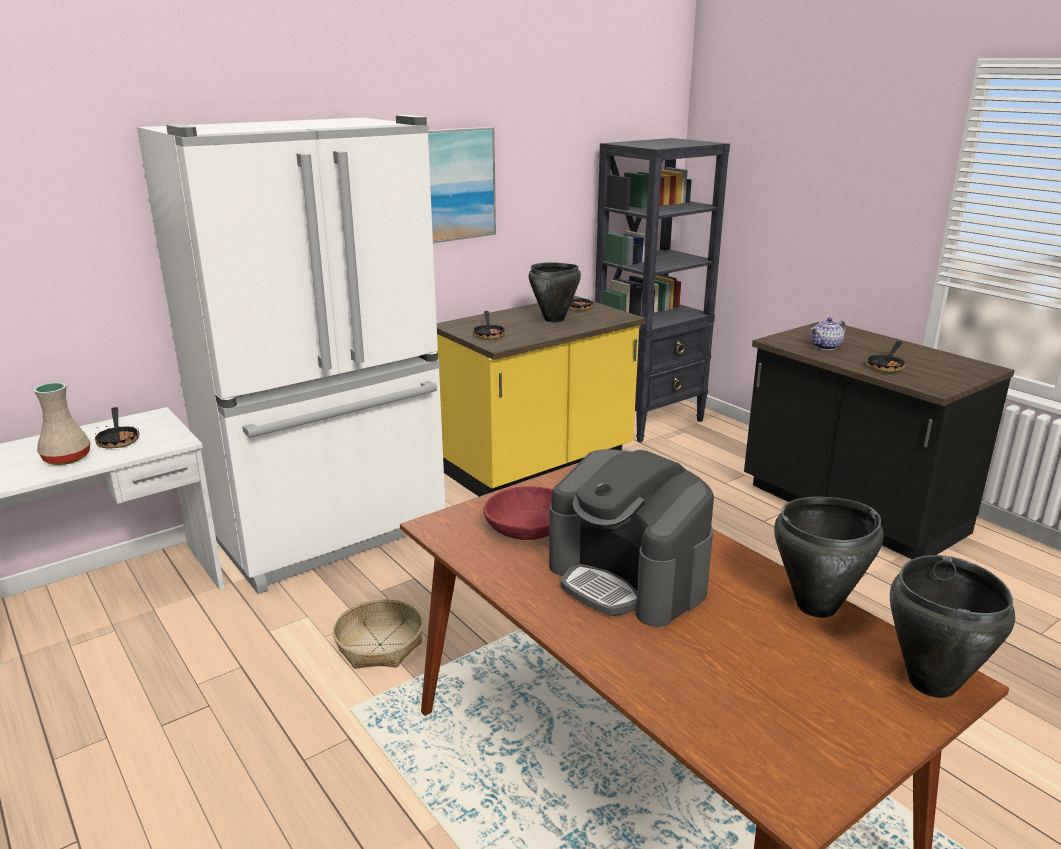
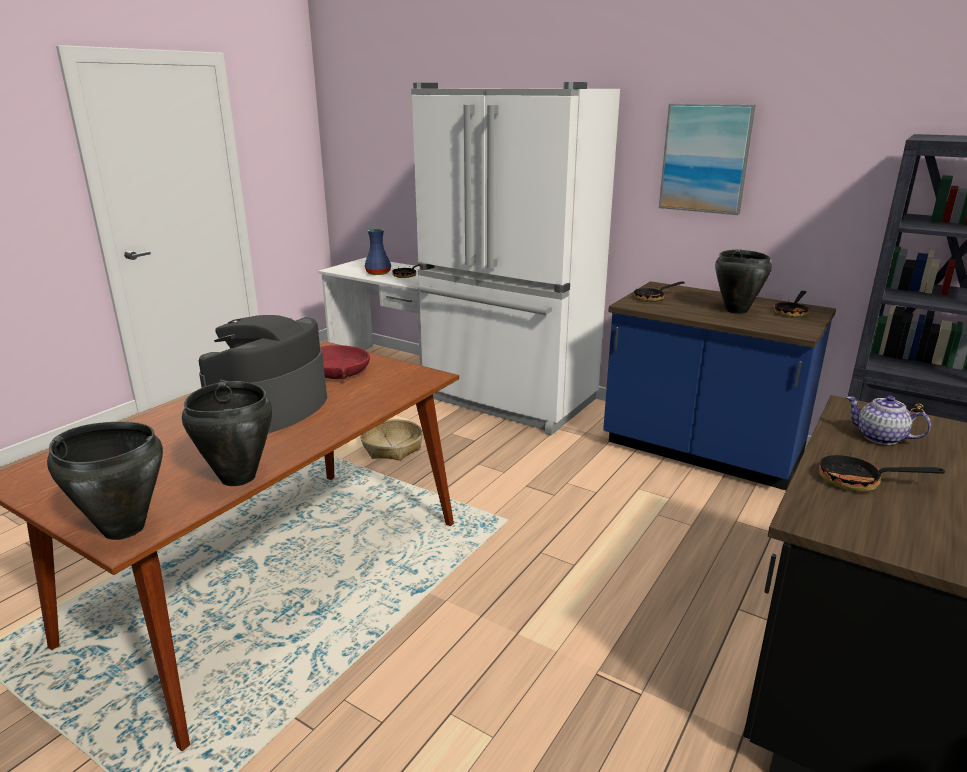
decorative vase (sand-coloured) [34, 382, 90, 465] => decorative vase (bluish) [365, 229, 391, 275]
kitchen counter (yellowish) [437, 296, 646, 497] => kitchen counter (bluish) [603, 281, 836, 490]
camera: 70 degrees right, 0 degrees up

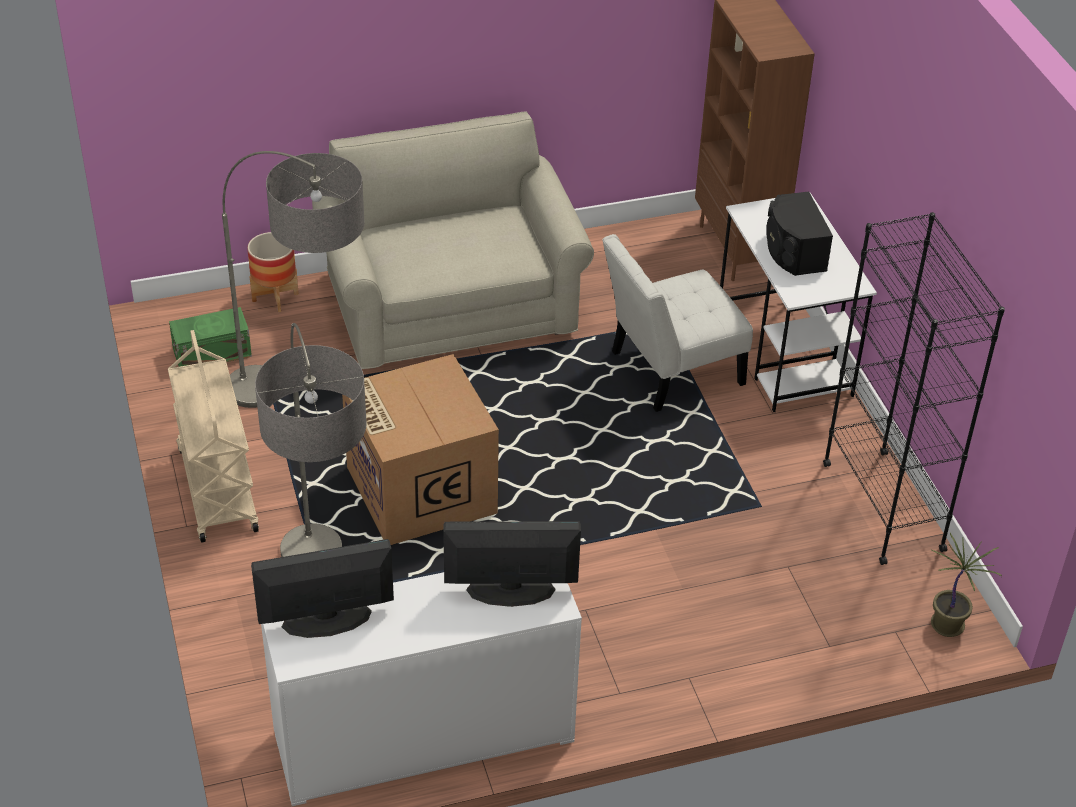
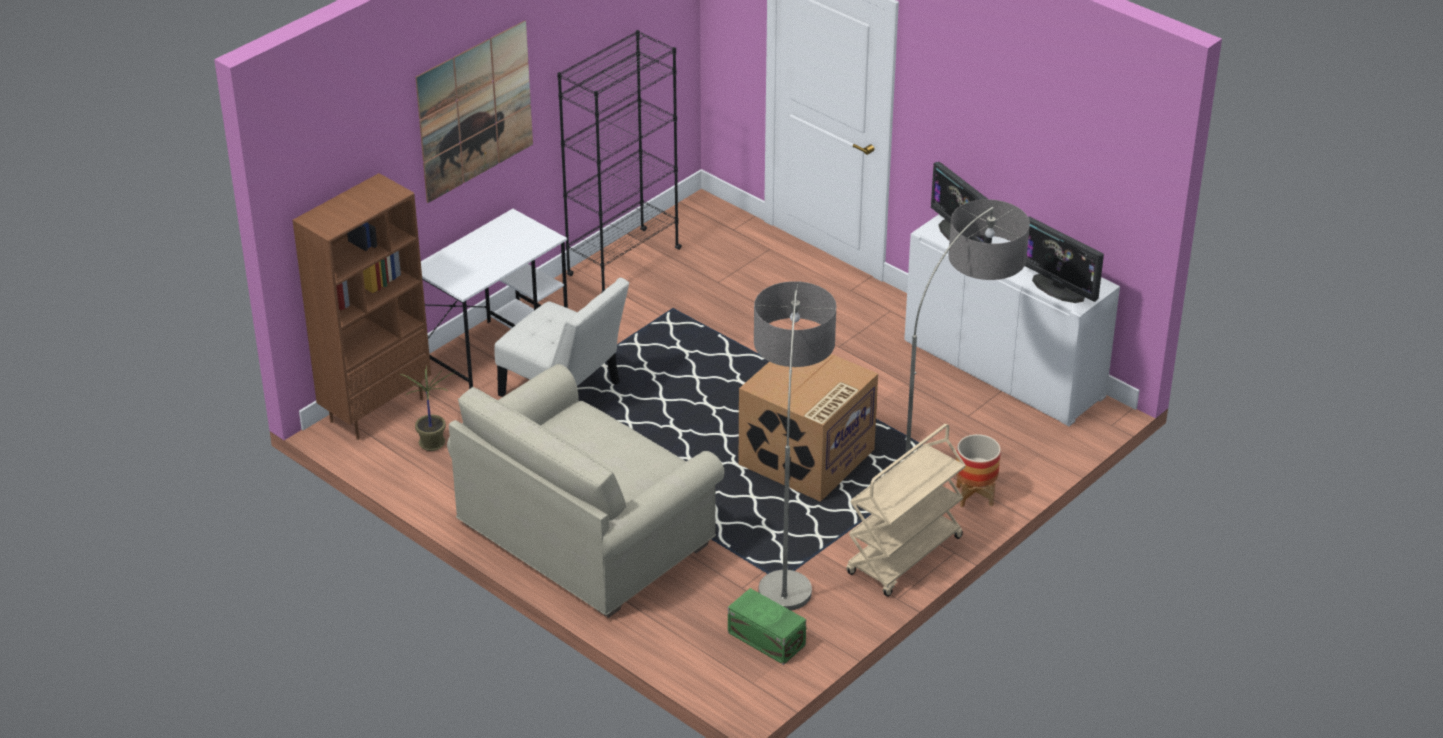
potted plant [931, 533, 1002, 637] => potted plant [399, 366, 455, 451], moved
nothing => wall picture [415, 20, 533, 203]
planter [247, 232, 299, 312] => planter [956, 434, 1001, 507], moved
speaker (blackish) [766, 192, 833, 276] => nothing
camera: 120 degrees left, 5 degrees down

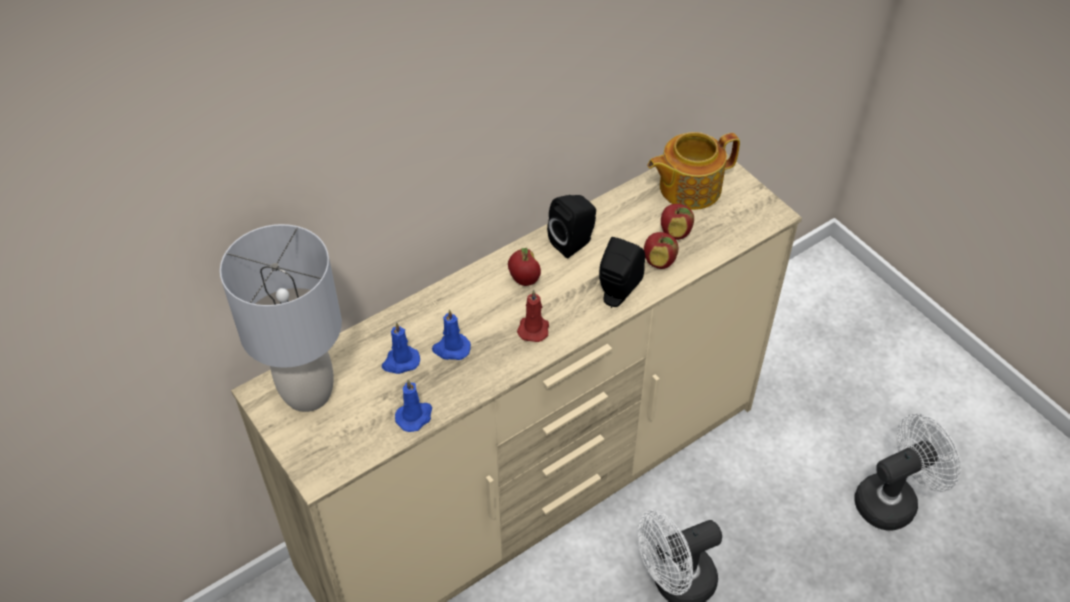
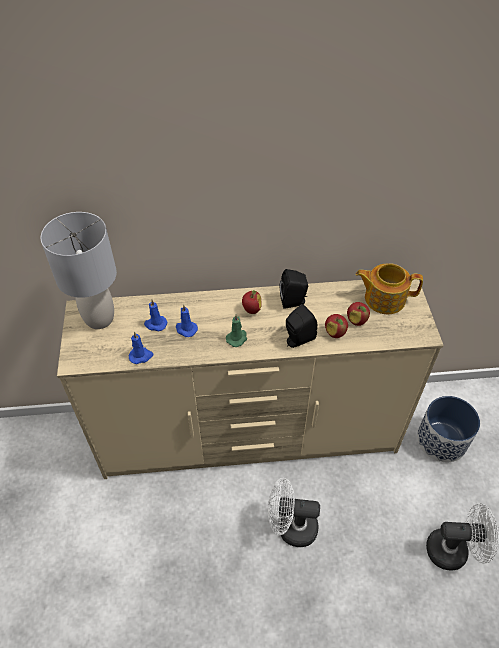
candle (red-coloured) [517, 290, 549, 342] => candle (green) [226, 314, 247, 347]
nothing => planter [417, 396, 480, 462]
camera: 30 degrees right, 0 degrees up

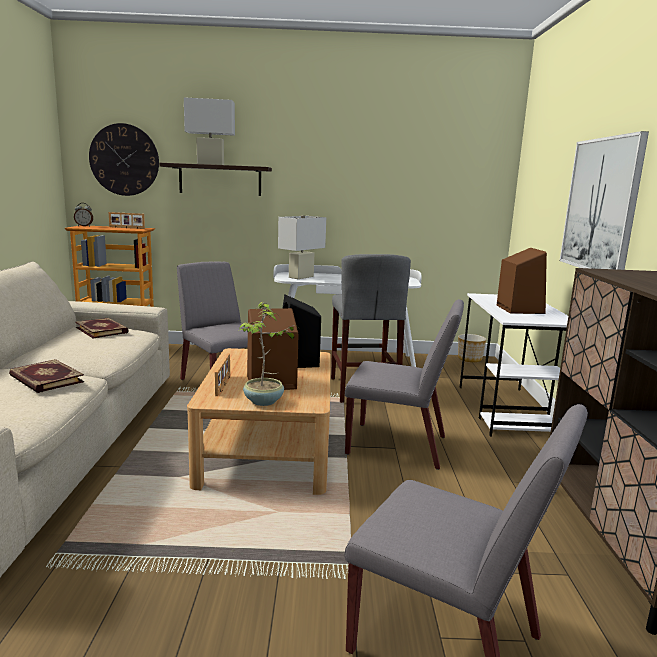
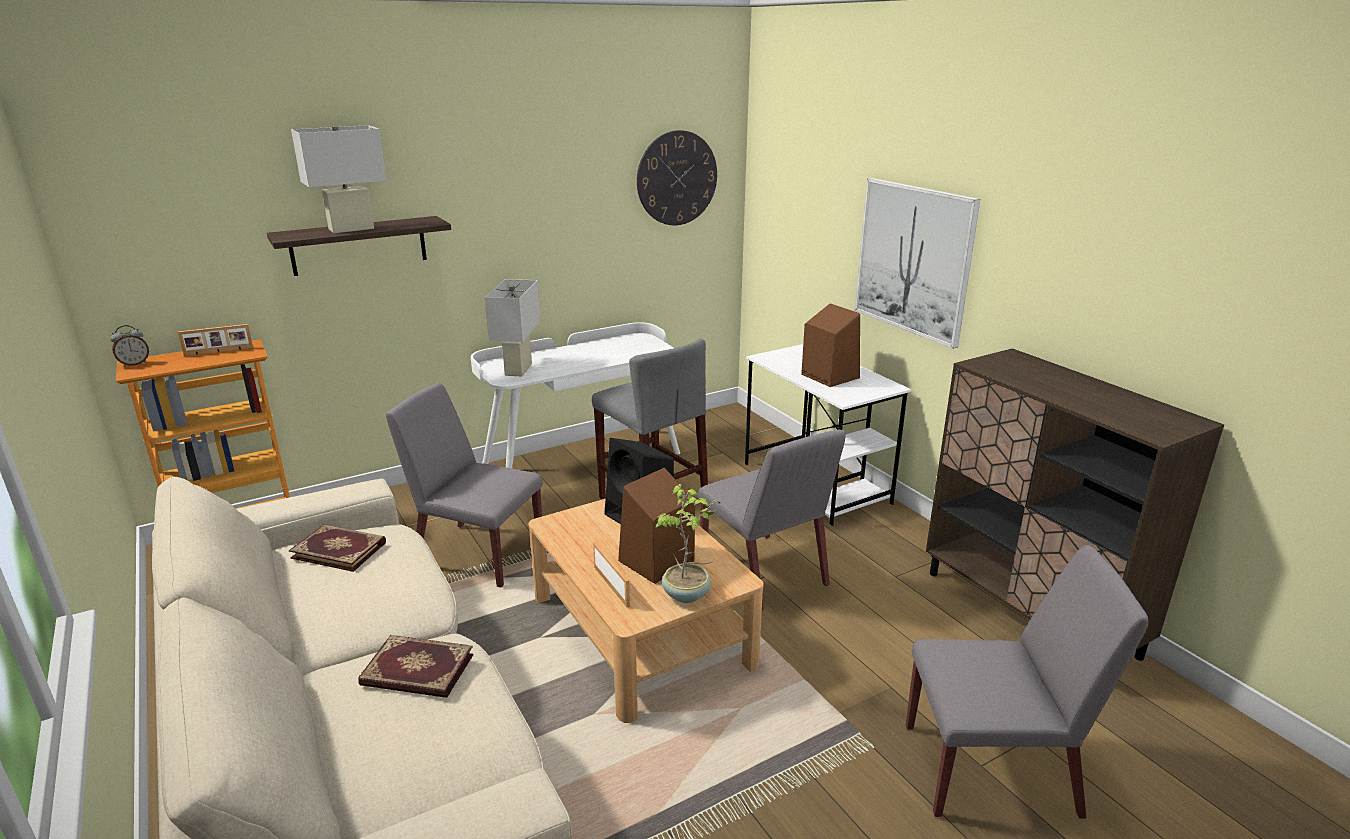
wall clock [89, 123, 159, 196] => wall clock [637, 130, 717, 225], moved
upright chair (grey) [345, 299, 464, 470] => upright chair (grey) [698, 430, 846, 611], 75 degrees clockwise
planter [458, 334, 486, 362] => nothing
camera: 30 degrees left, 10 degrees up

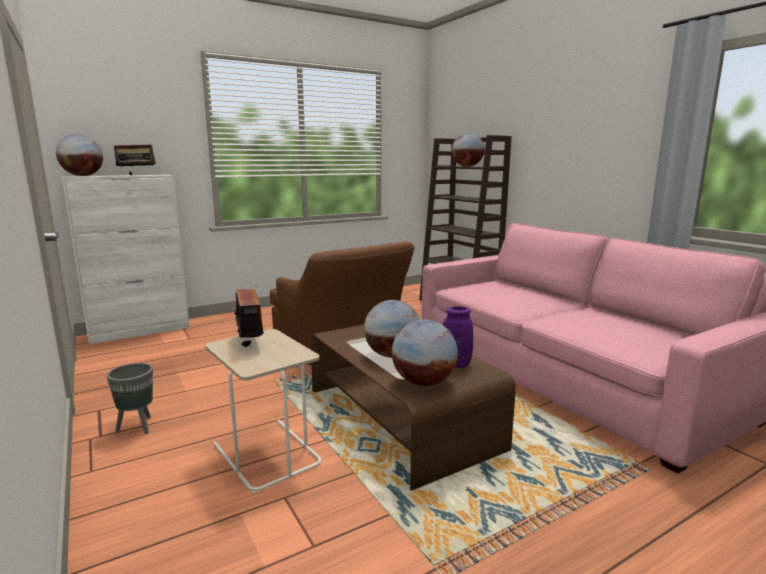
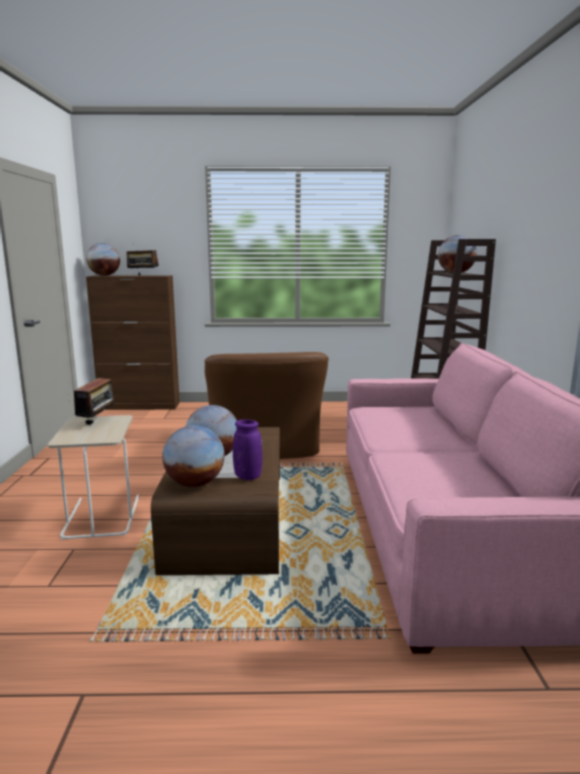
cabinet (whitish) [62, 175, 190, 344] => cabinet (brown-coloured) [86, 275, 180, 410]
planter (grey) [107, 363, 153, 434] => nothing
camera: 30 degrees right, 0 degrees up

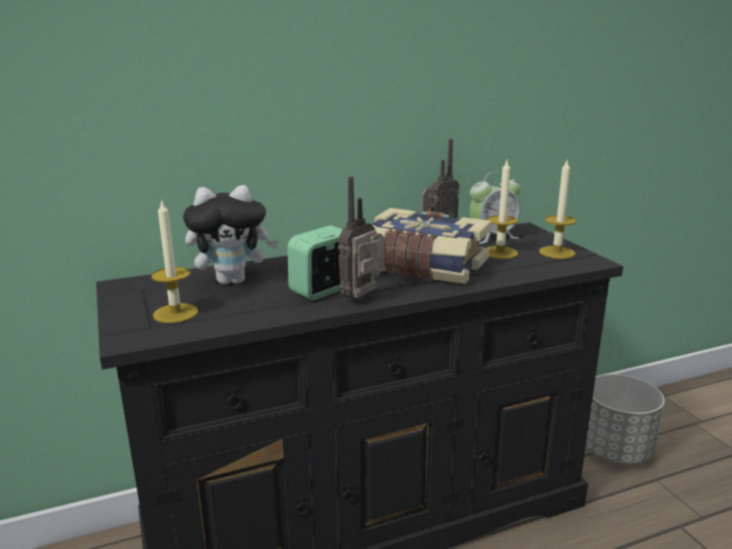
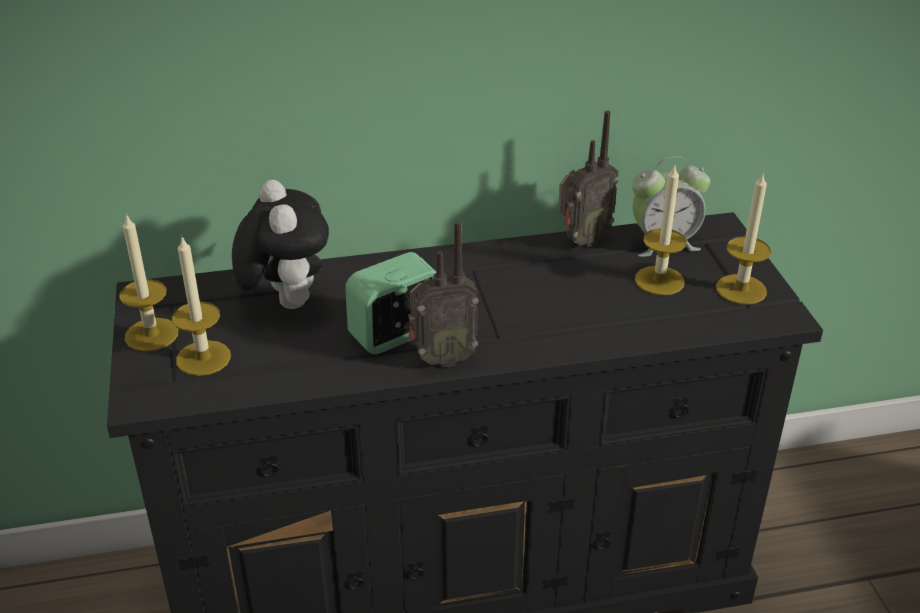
nothing => candle [119, 213, 178, 352]
cuddly toy [183, 185, 279, 285] => cuddly toy [232, 180, 329, 309], 105 degrees counterclockwise
radio [338, 176, 385, 301] => radio [408, 221, 479, 368], 150 degrees counterclockwise
bound book [371, 208, 491, 284] => nothing
planter (grey) [586, 374, 665, 464] => nothing
camera: 10 degrees right, 15 degrees up

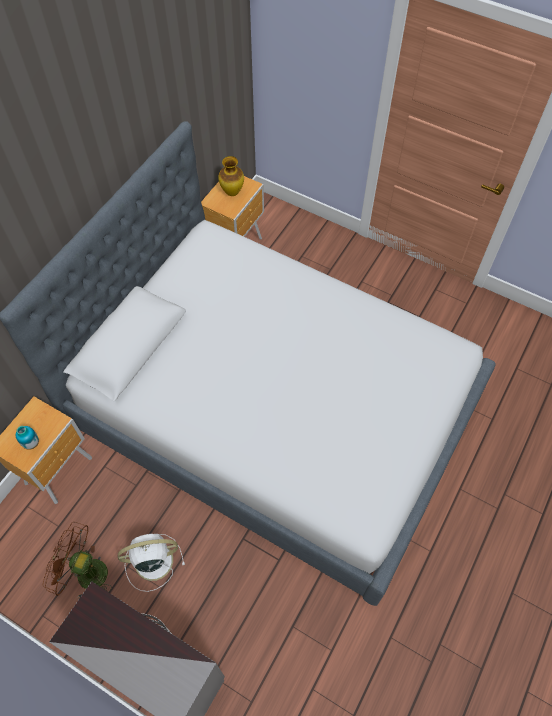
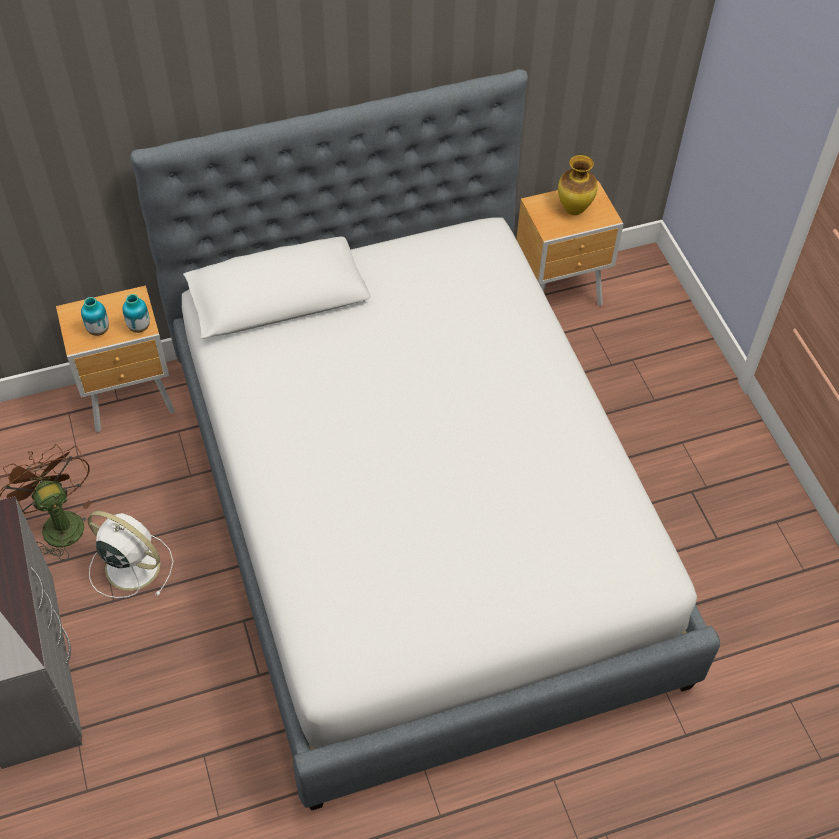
nothing => decorative vase [123, 294, 150, 333]
camera: 40 degrees right, 5 degrees down

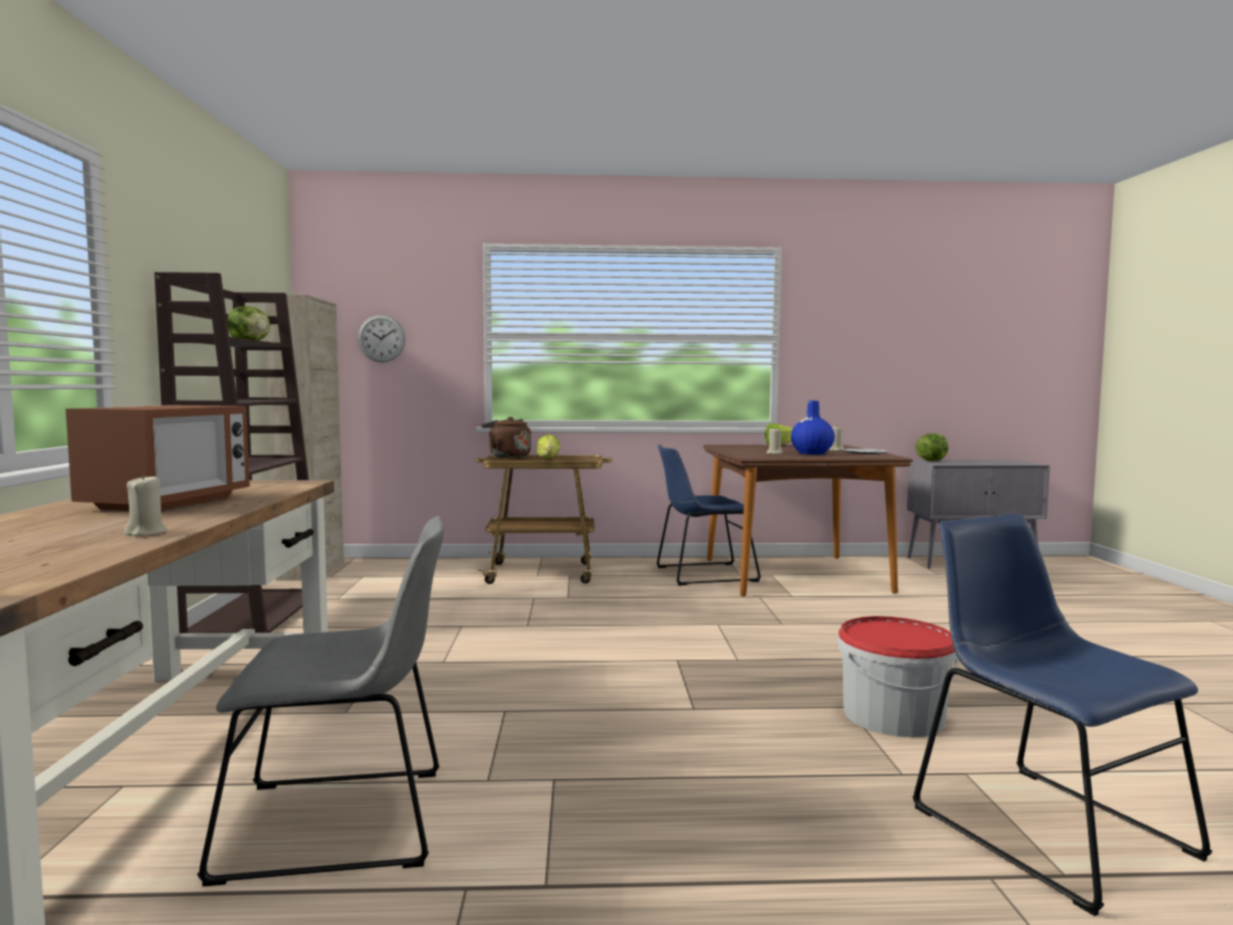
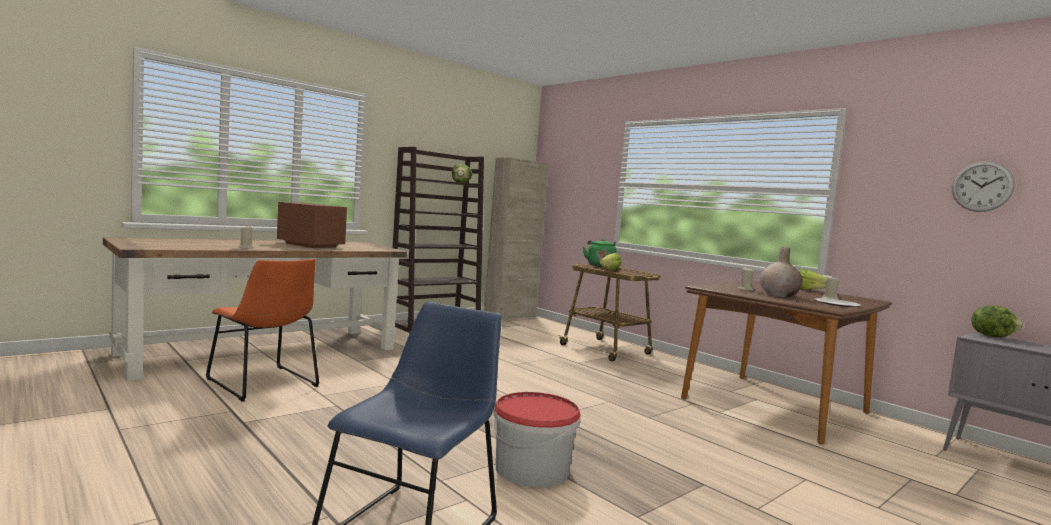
upright chair (grey) [197, 516, 444, 887] => upright chair (orange) [206, 259, 319, 402]
kitchen microwave [66, 405, 250, 511] => kitchen microwave [277, 202, 347, 248], 120 degrees counterclockwise
kettle (brown-coloured) [481, 417, 531, 458] => kettle (green) [583, 239, 617, 267]
decorative vase (bluish) [791, 401, 835, 455] => decorative vase (sand-coloured) [760, 247, 802, 297]
wall clock [358, 315, 405, 362] => wall clock [952, 161, 1015, 212], moved
upright chair (bluish) [656, 444, 761, 586] => nothing
camera: 50 degrees right, 0 degrees up

